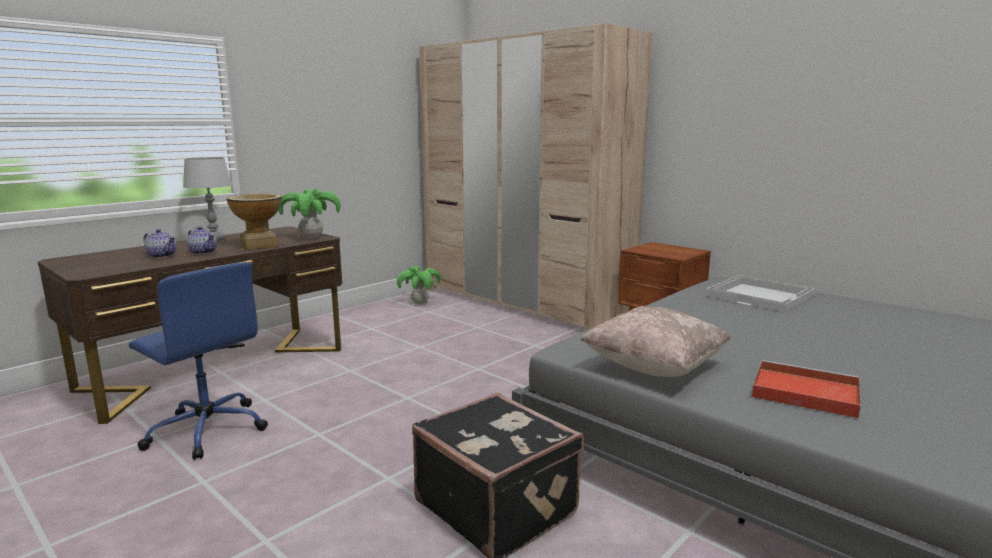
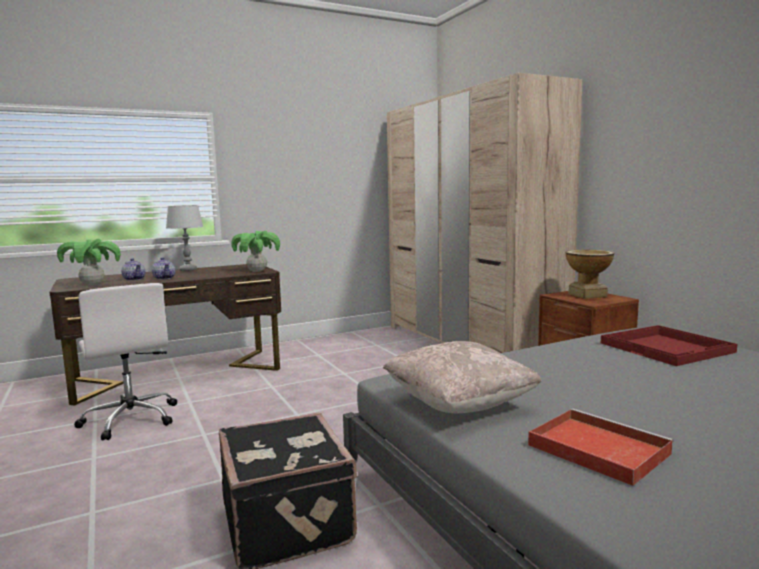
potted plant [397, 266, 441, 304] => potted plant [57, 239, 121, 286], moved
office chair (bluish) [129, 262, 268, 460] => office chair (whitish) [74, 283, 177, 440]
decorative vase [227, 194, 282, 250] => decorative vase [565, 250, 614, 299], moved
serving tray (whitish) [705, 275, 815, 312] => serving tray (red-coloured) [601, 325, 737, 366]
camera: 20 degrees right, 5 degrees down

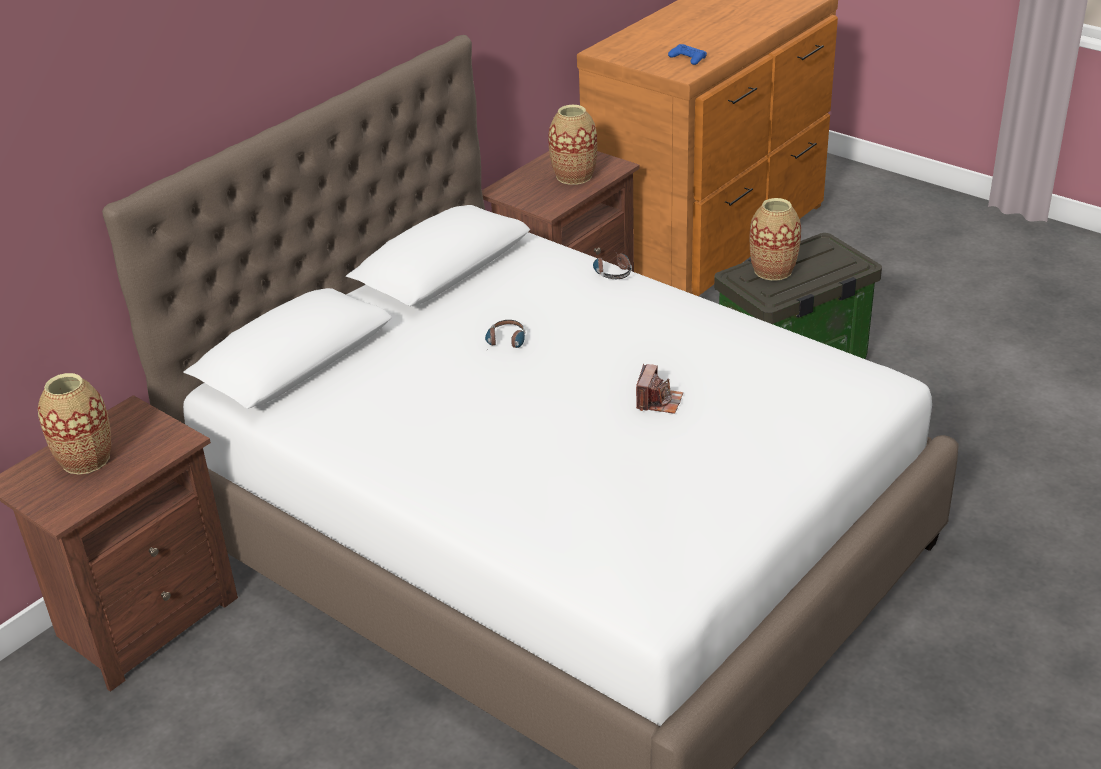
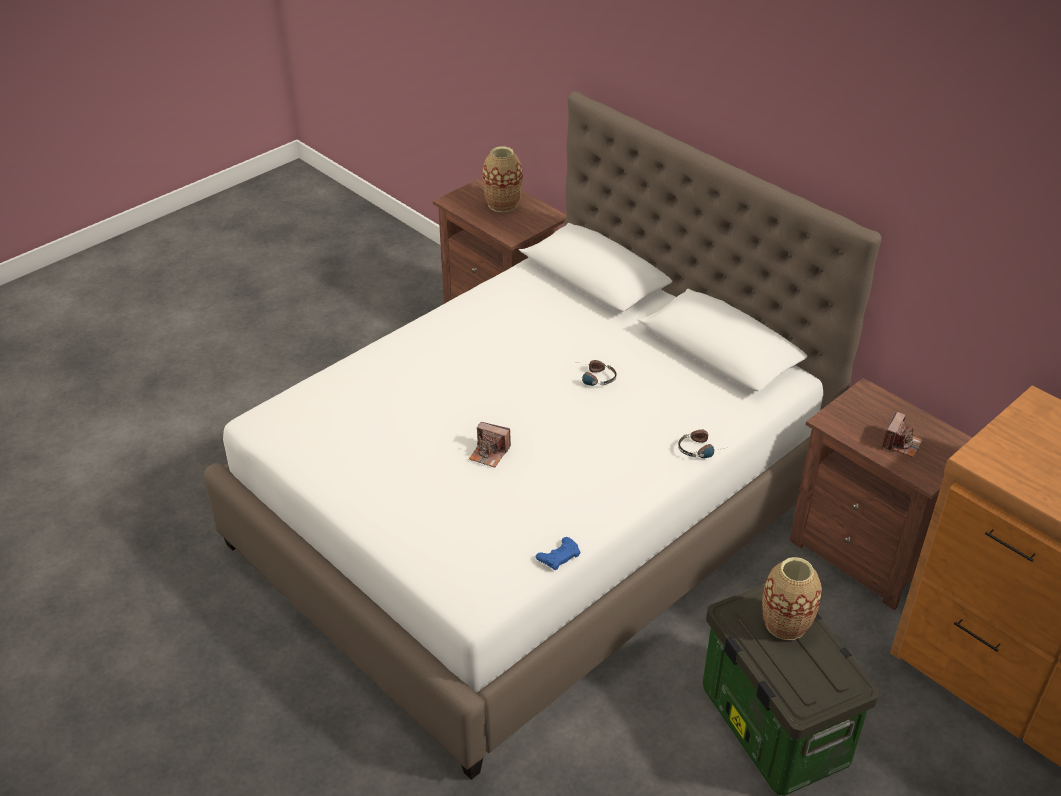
game controller (bluish) [668, 44, 707, 65] => game controller (bluish) [536, 537, 581, 570], moved
decorative vase [548, 105, 597, 185] => photo camera [882, 411, 922, 457]
camera: 95 degrees right, 5 degrees up

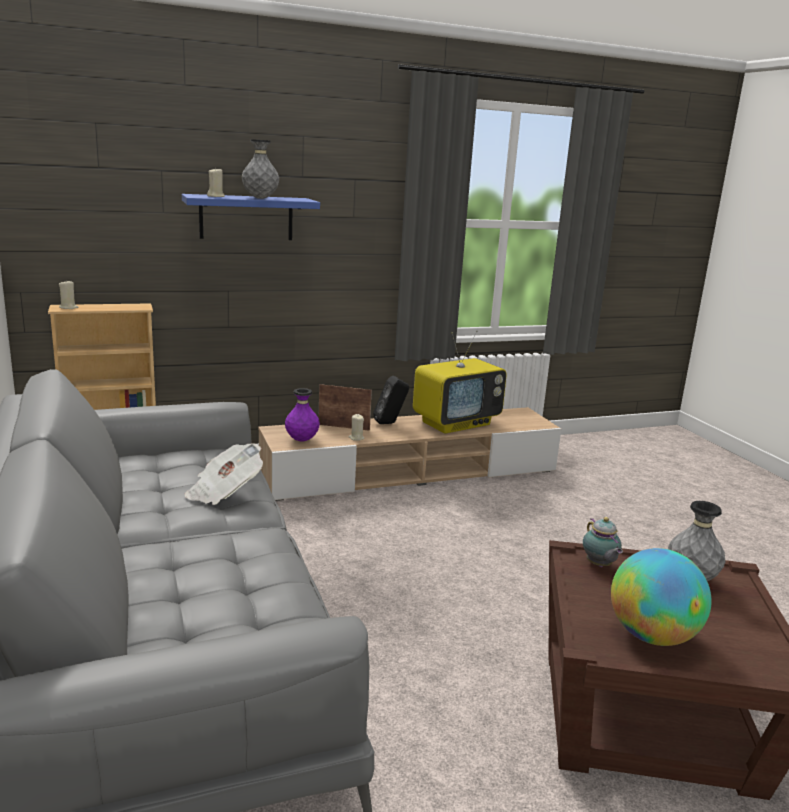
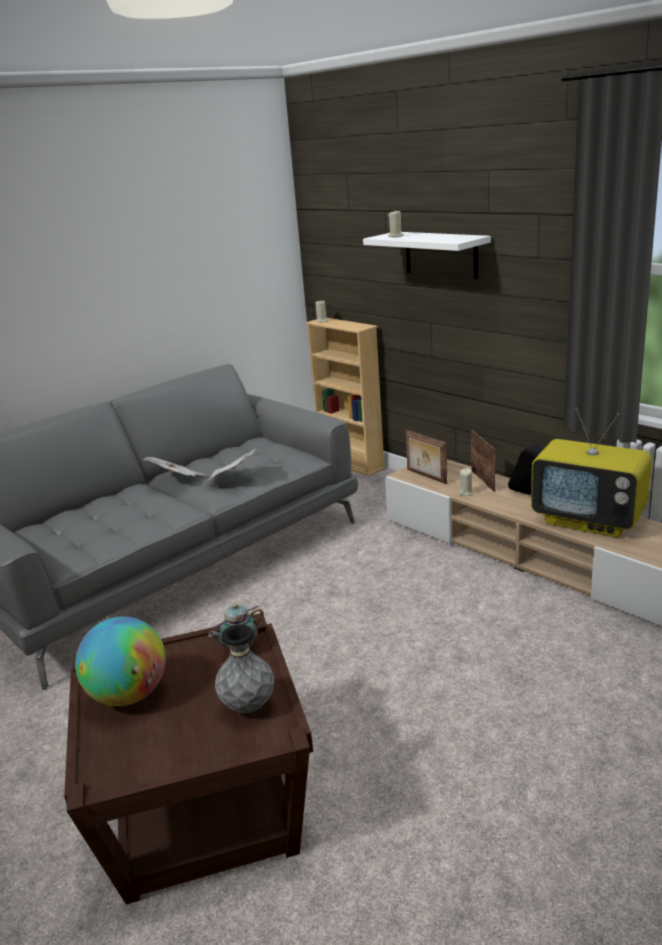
nothing => daily paper [143, 457, 206, 476]
shelf (bluish) [182, 194, 320, 240] => shelf (whitish) [363, 232, 491, 279]
decorative vase (purple-coloured) [285, 388, 320, 441] => standing frame [406, 430, 447, 484]
decorative vase (grey) [242, 139, 279, 199] => nothing
camera: 70 degrees right, 5 degrees up

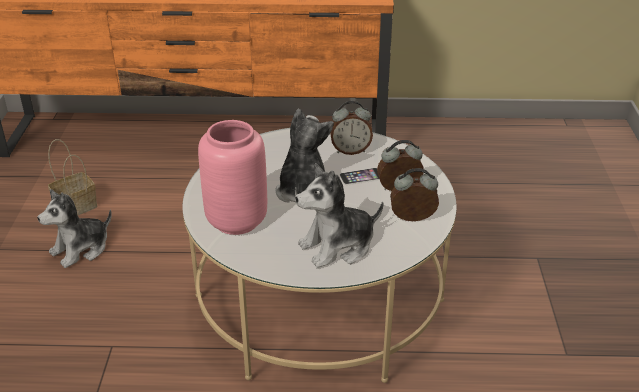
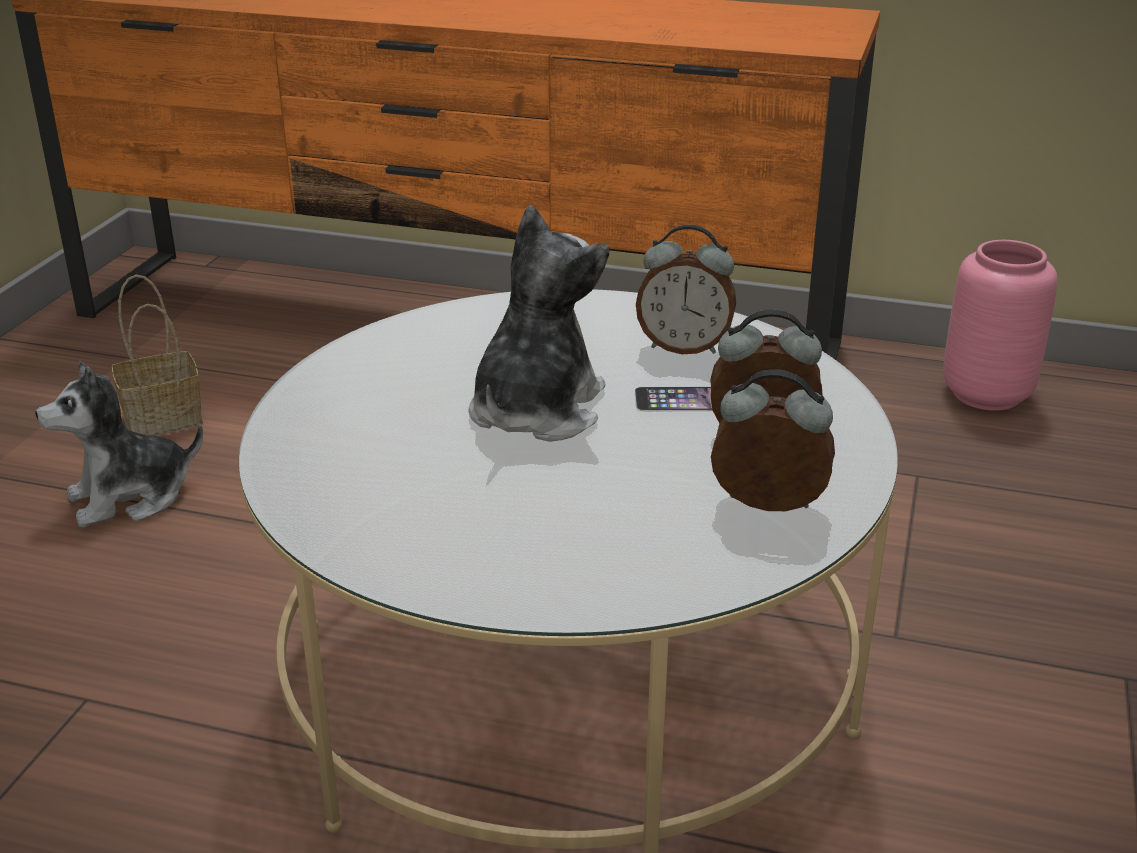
decorative vase (pinkish) [198, 120, 267, 235] => decorative vase (pinkish) [943, 240, 1058, 411], moved
cuddly toy [295, 163, 384, 268] => nothing
camera: 15 degrees right, 5 degrees down

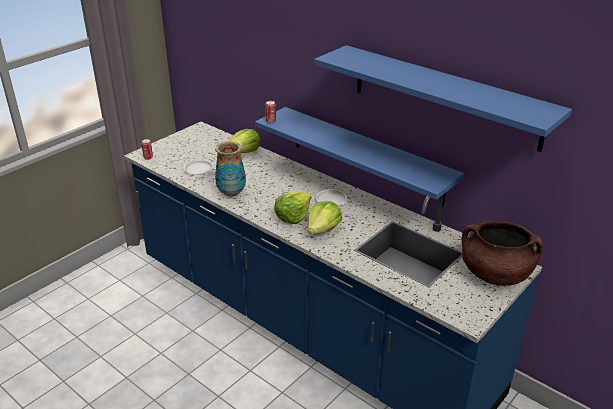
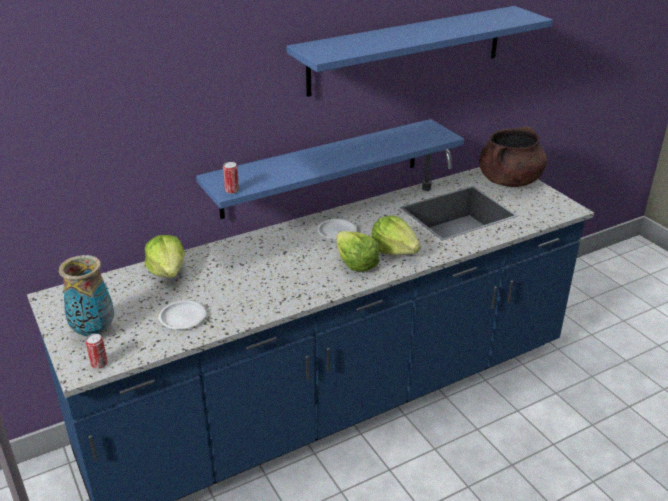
decorative vase [215, 141, 246, 197] => decorative vase [59, 255, 114, 337], moved
camera: 70 degrees left, 0 degrees up

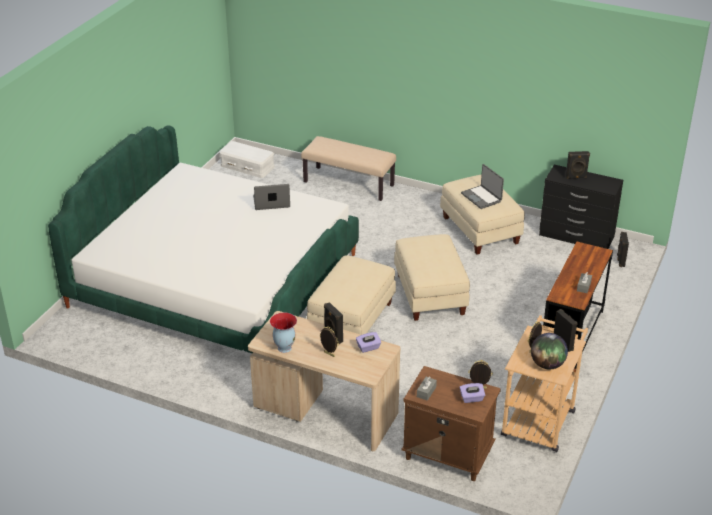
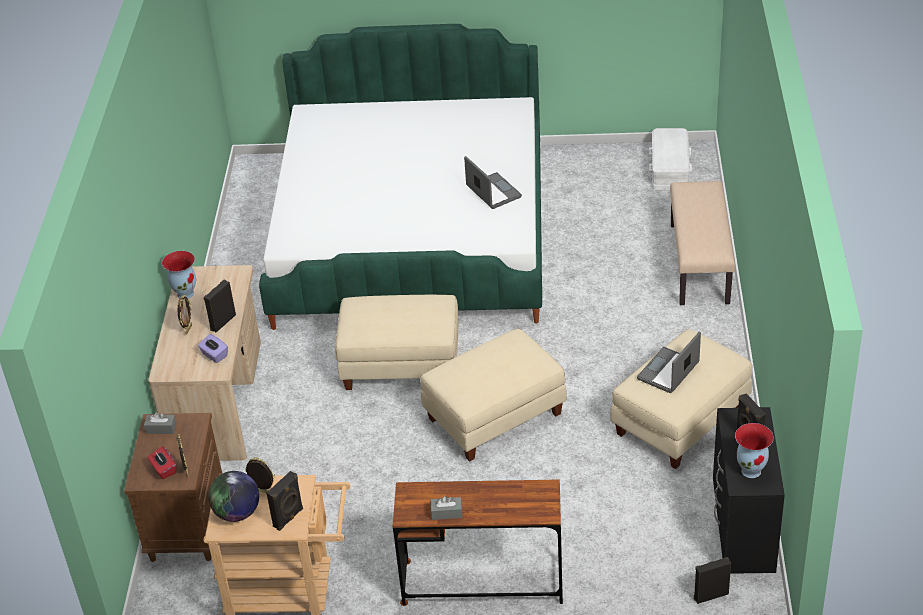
tissue box (purple-coloured) [459, 383, 485, 403] => tissue box (red-coloured) [148, 446, 176, 479]
nothing => decorative vase [735, 423, 774, 478]
camera: 70 degrees right, 5 degrees up

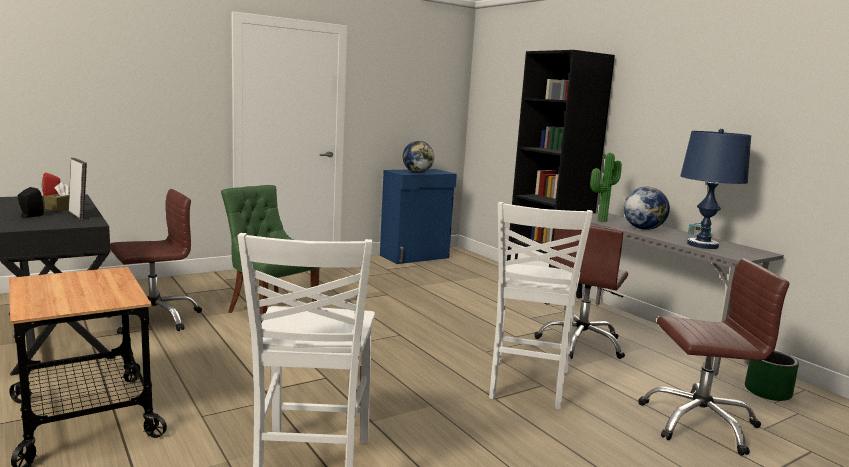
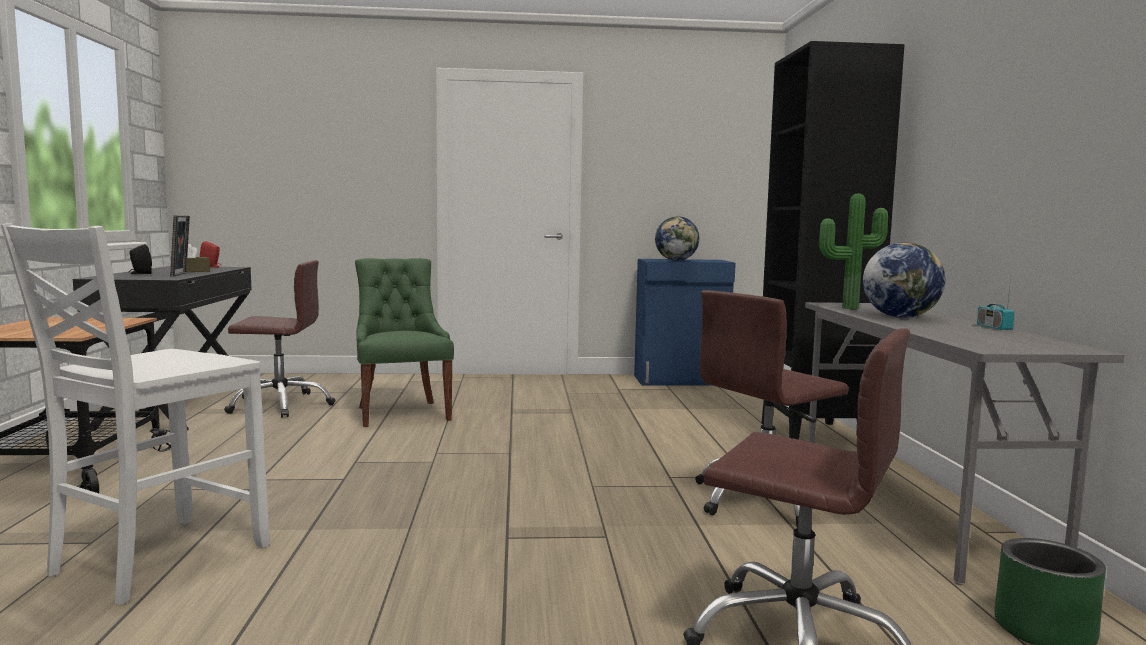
upright chair (whitish) [489, 202, 593, 410] => nothing
tabletop lamp (bluish) [680, 129, 751, 249] => nothing
camera: 30 degrees right, 5 degrees down

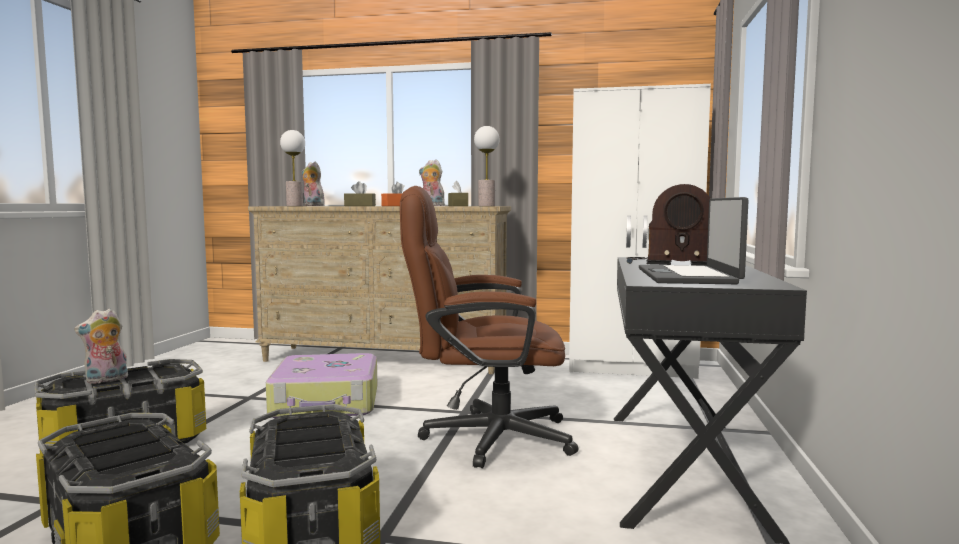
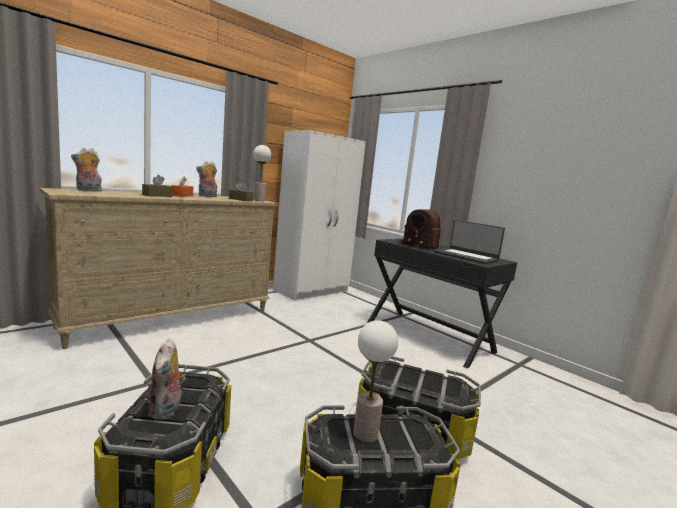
tabletop lamp [280, 130, 305, 206] => tabletop lamp [353, 320, 398, 443], moved
radio [627, 184, 710, 266] => radio [399, 209, 441, 250], 75 degrees clockwise
suitcase [266, 353, 377, 418] => nothing
office chair (brown-coloured) [400, 186, 578, 468] => nothing
camera: 55 degrees left, 5 degrees up

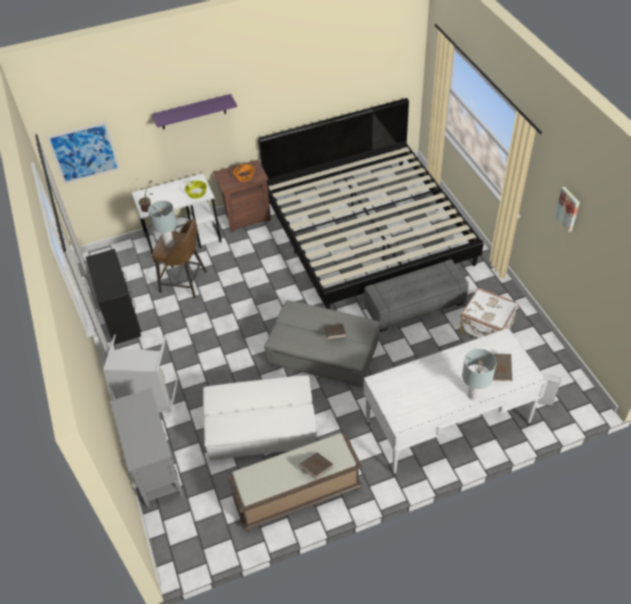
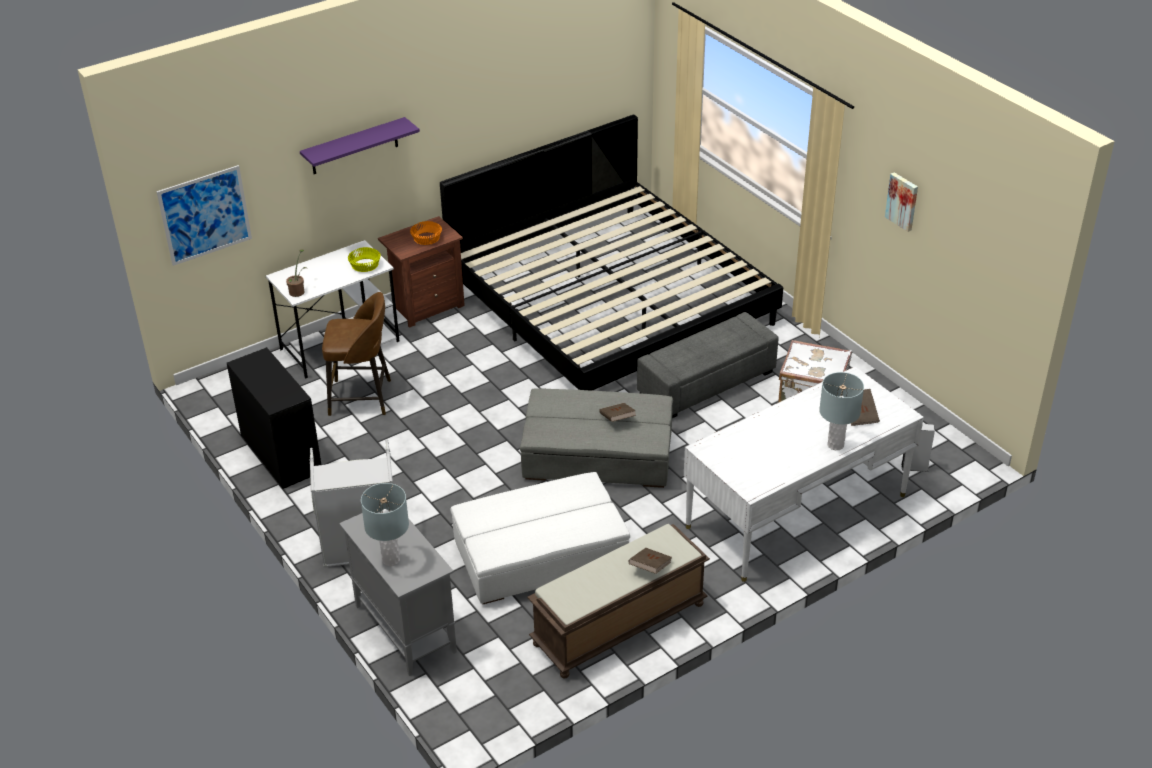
tabletop lamp (grey) [148, 201, 177, 247] => tabletop lamp (grey) [361, 483, 409, 566], moved
camera: 15 degrees left, 10 degrees down

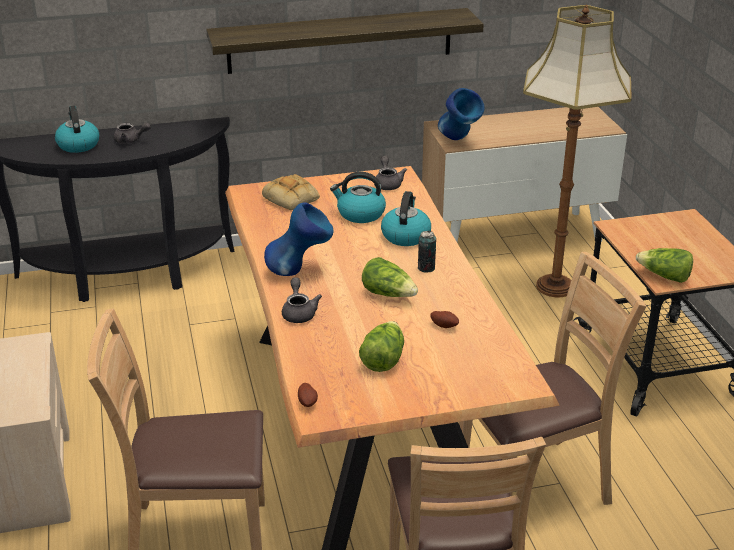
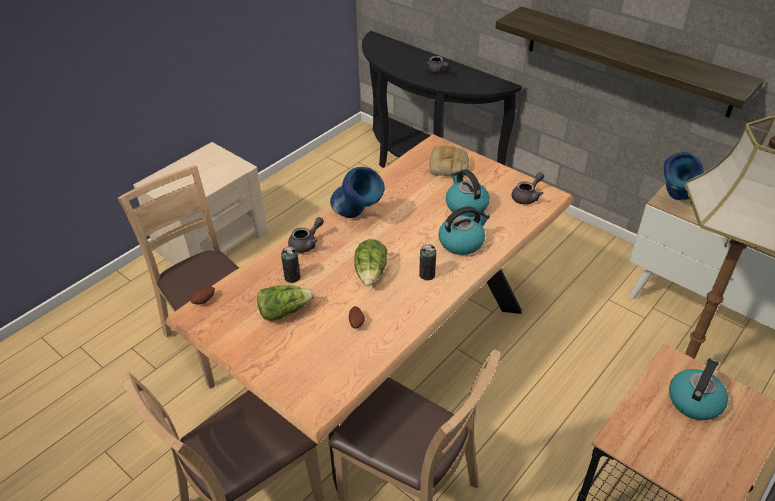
nothing => can [281, 247, 301, 283]
kettle [55, 105, 99, 153] => kettle [669, 358, 728, 420], moved
lettuce head [636, 248, 693, 283] => nothing
camera: 55 degrees right, 10 degrees up

